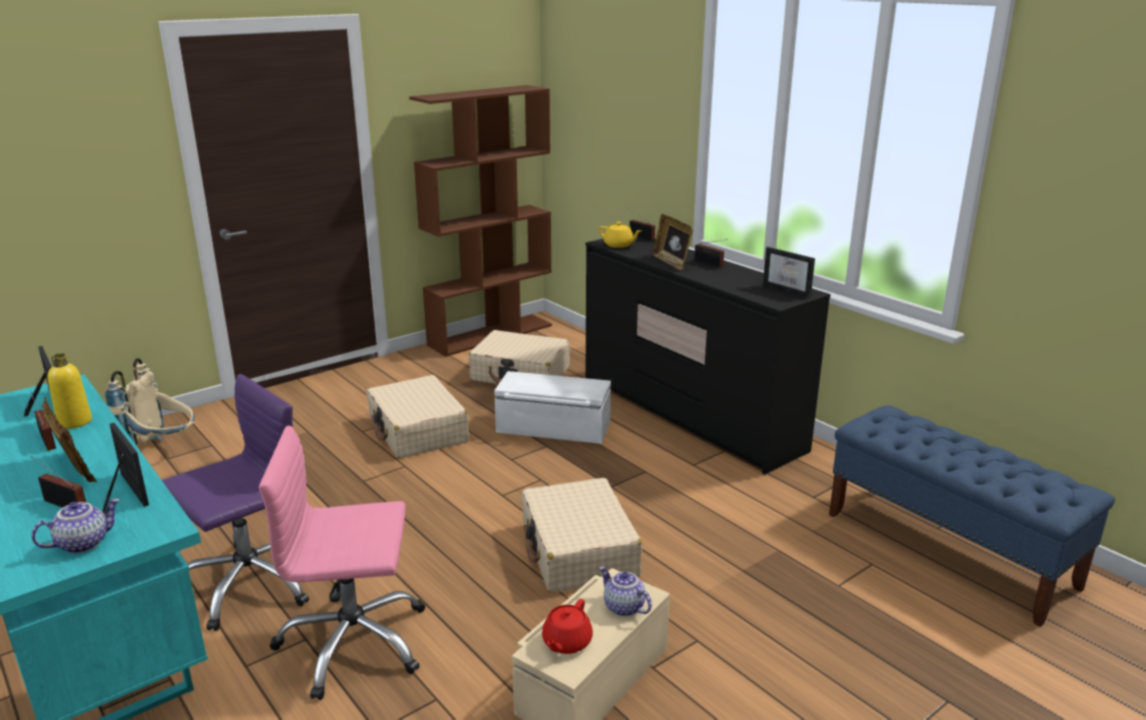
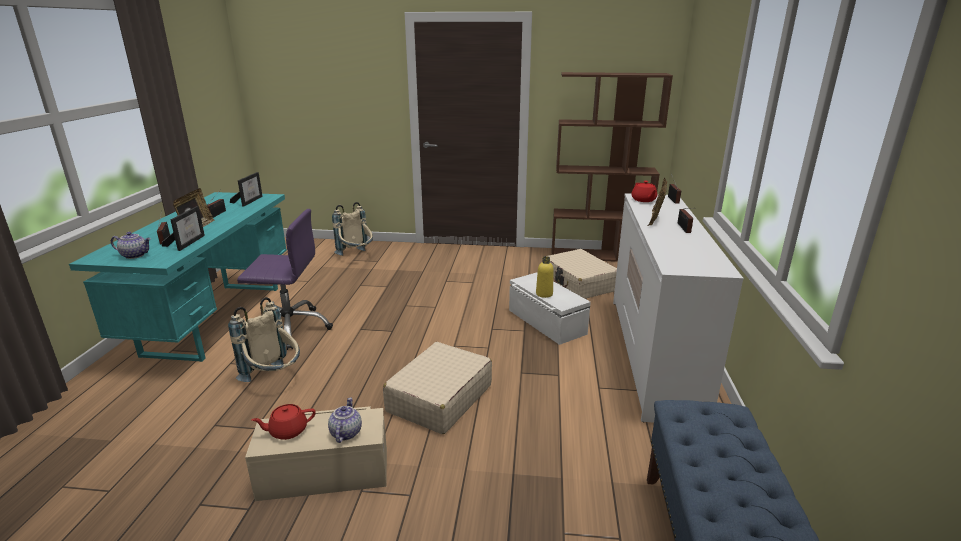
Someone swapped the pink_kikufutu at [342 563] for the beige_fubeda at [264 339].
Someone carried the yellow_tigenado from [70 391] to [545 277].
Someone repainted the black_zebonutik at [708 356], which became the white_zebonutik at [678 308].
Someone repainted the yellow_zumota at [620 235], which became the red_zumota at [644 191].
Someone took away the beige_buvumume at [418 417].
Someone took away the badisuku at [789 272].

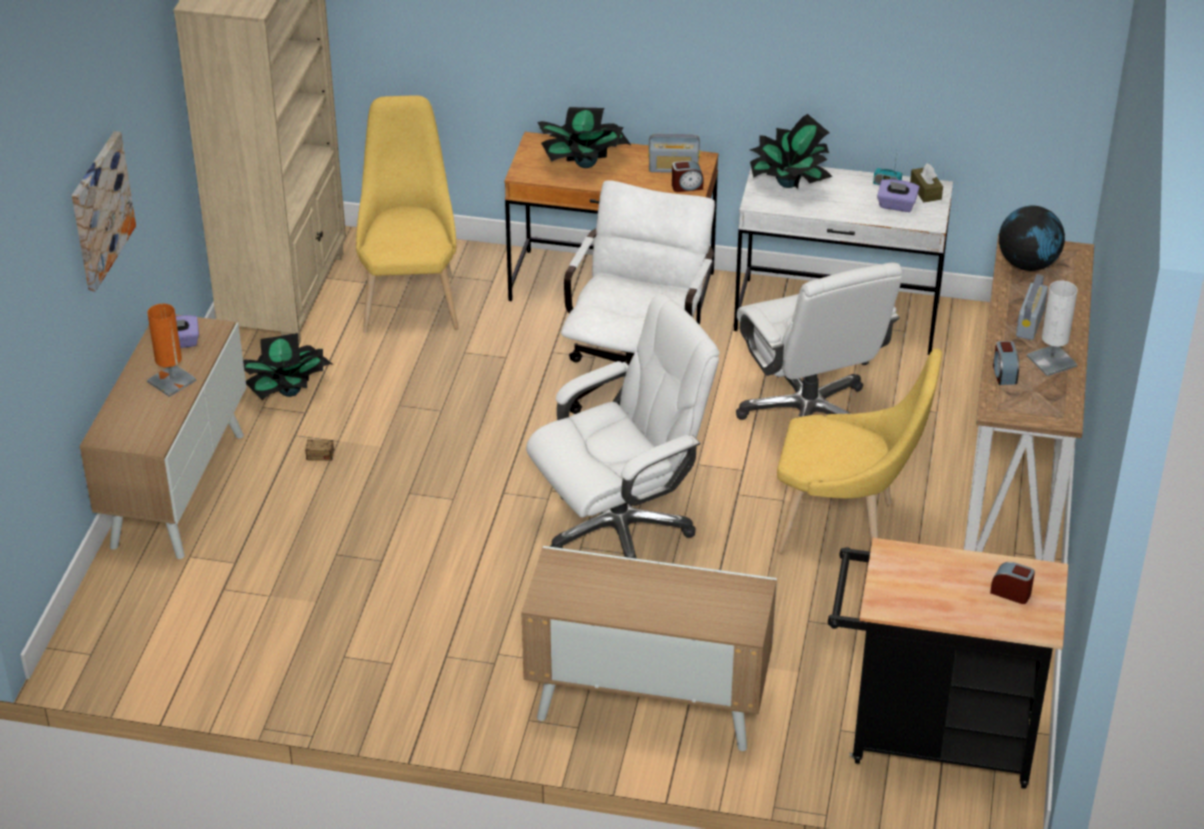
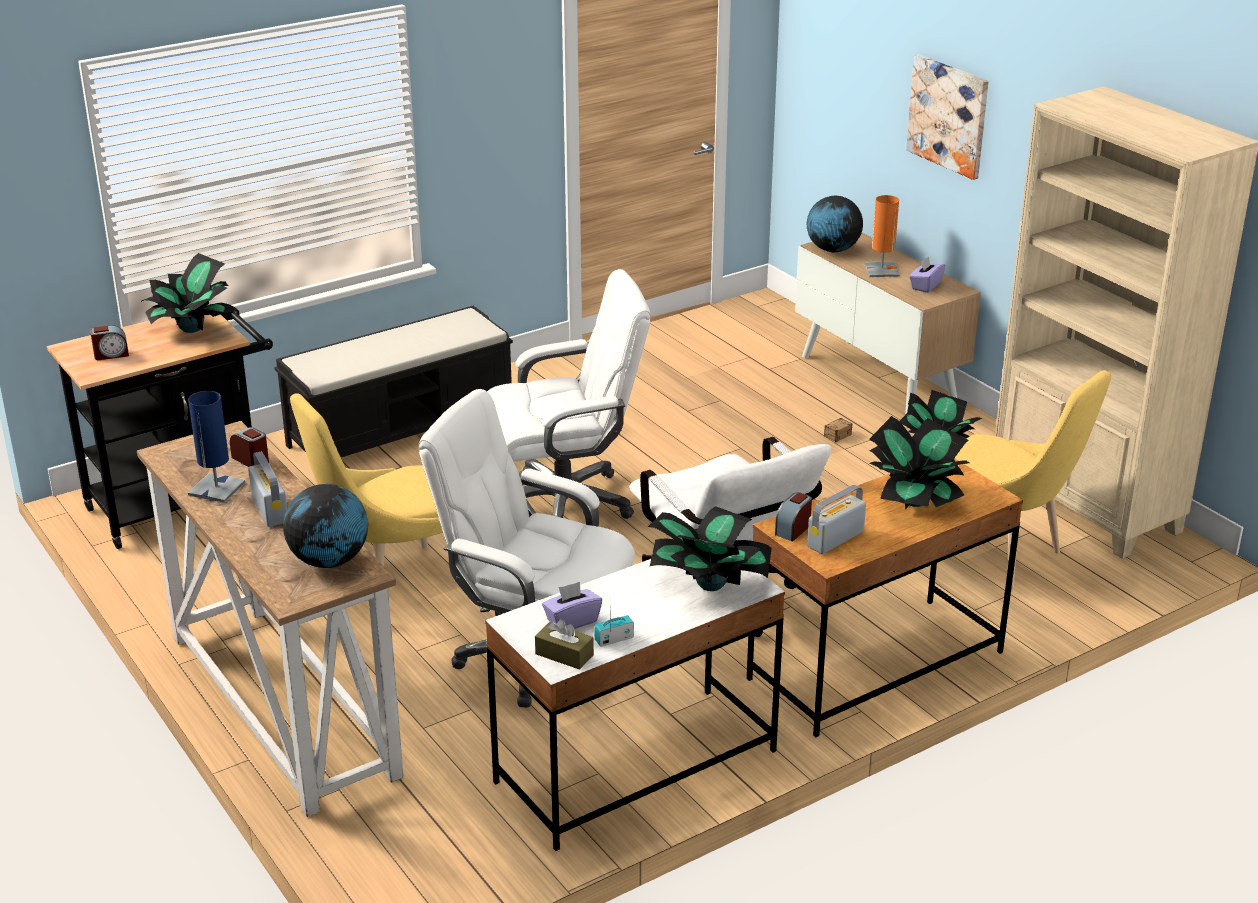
Someone put down the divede at [189 293].
Someone repainted the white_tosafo at [1052 328], which became the blue_tosafo at [216 447].
Someone swapped the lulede at [649 648] for the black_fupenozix at [393 381].
Someone rotated the white_kikufutu at [623 426] by 120 degrees counterclockwise.
Someone put down the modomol at [835 224].

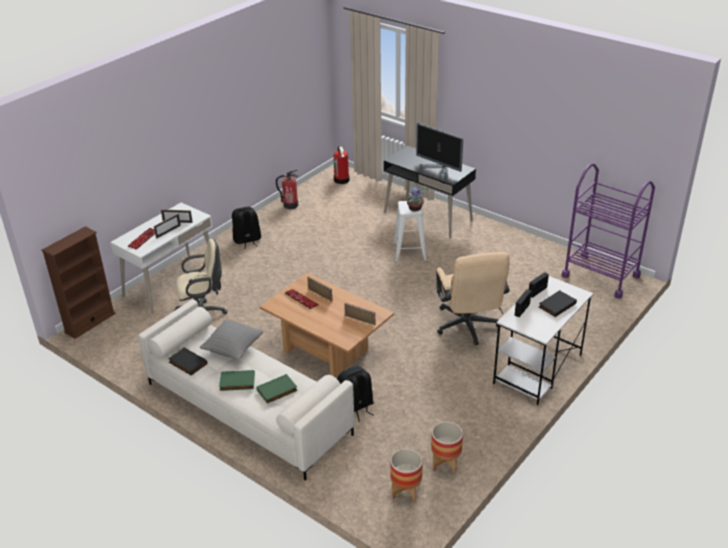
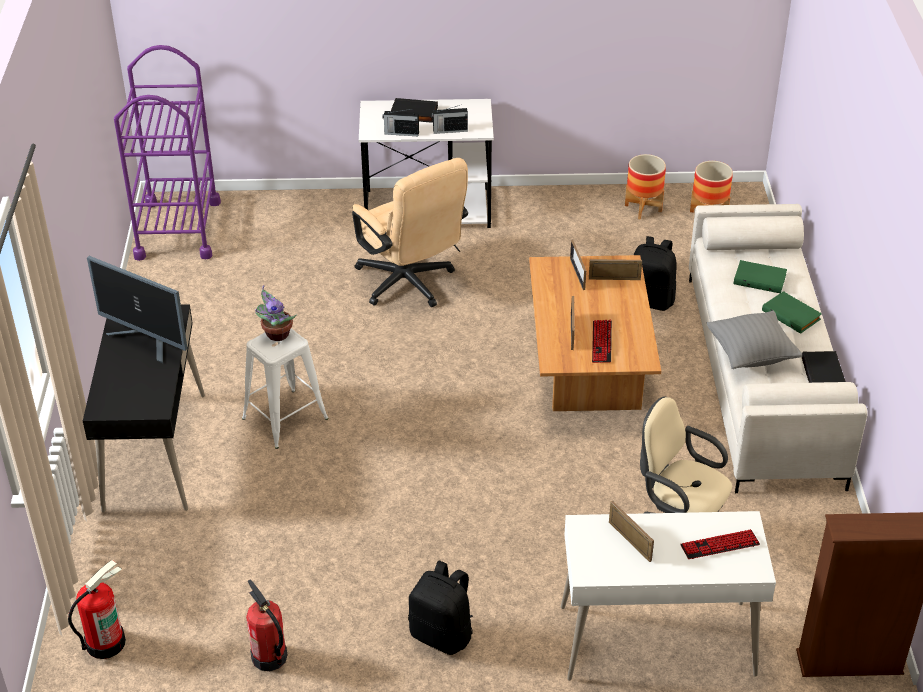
Someone rotated the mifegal at [439 150] by 120 degrees clockwise.
Someone rotated the beige_kikufutu at [473 298] by 105 degrees clockwise.
Someone carried the badisuku from [167 226] to [615 269].

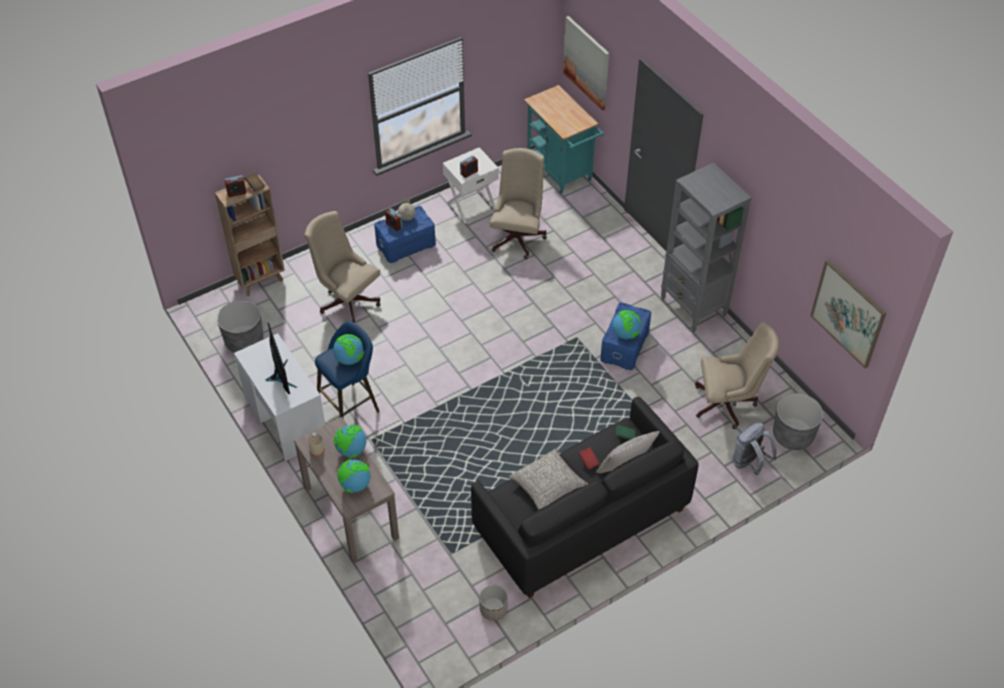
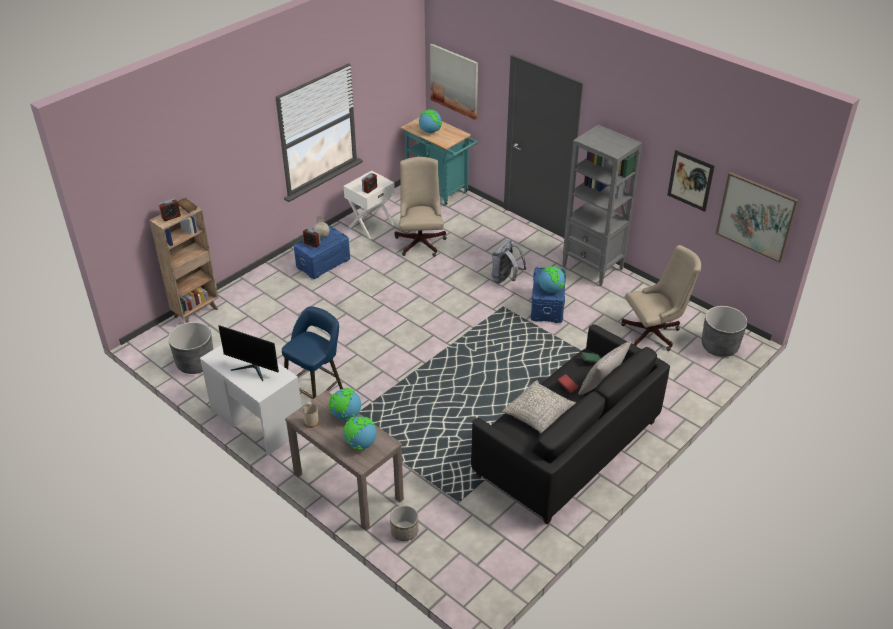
Someone rotated the mifegal at [281 358] by 150 degrees clockwise.
Someone carried the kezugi from [493 602] to [404 523].
Someone carried the modomol from [348 349] to [430 121].
Someone carried the grey_fubeda from [754 449] to [509 261].
Someone put up the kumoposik at [691 181].
Someone took away the beige_kikufutu at [342 267].

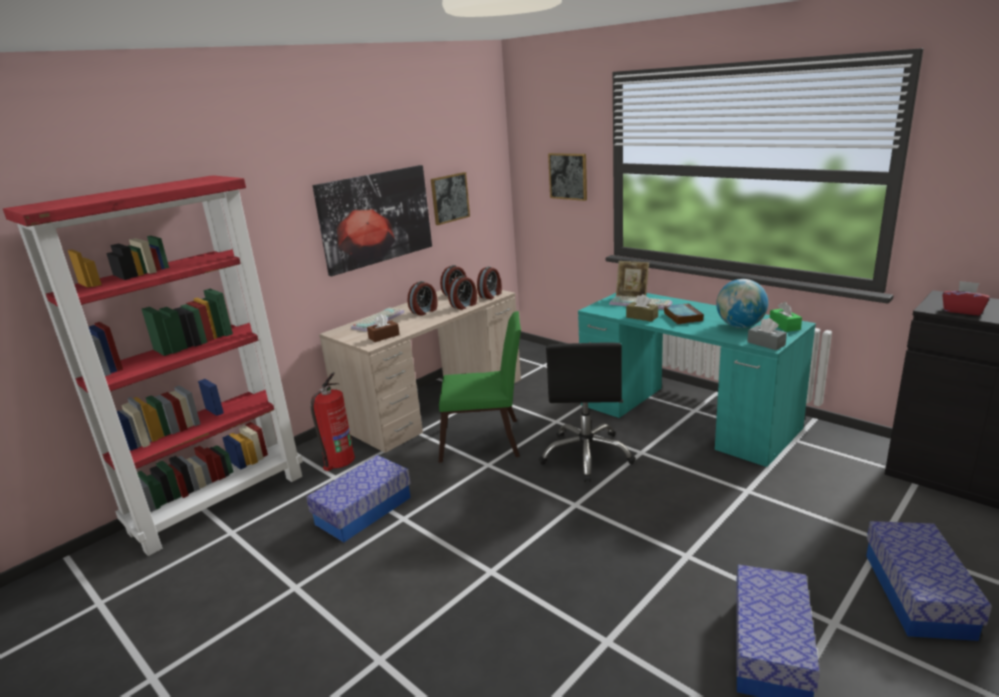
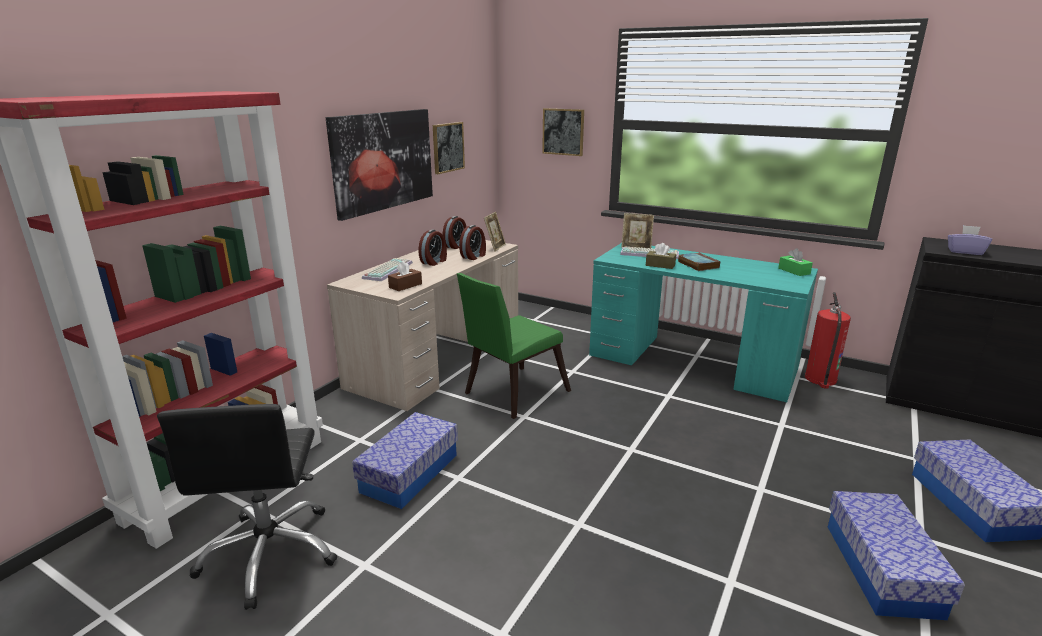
Someone carried the black_kikufutu from [587 412] to [247 507].
Someone rotated the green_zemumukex at [480 387] by 150 degrees clockwise.
Someone swapped the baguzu at [489 282] for the badisuku at [495 232].
Someone carried the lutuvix from [333 421] to [828 340].
Someone repainted the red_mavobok at [966 298], which became the purple_mavobok at [970 240].
Someone took away the modomol at [742 303].
Someone took away the grey_mavobok at [767 334].

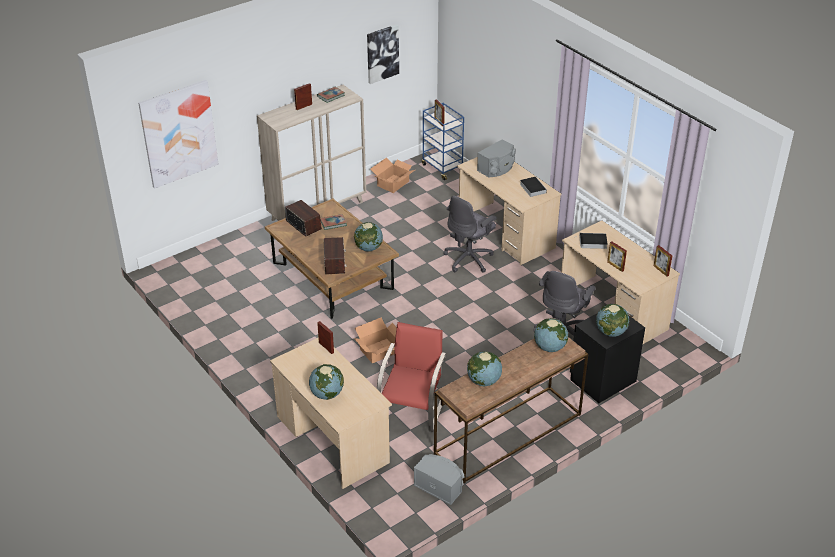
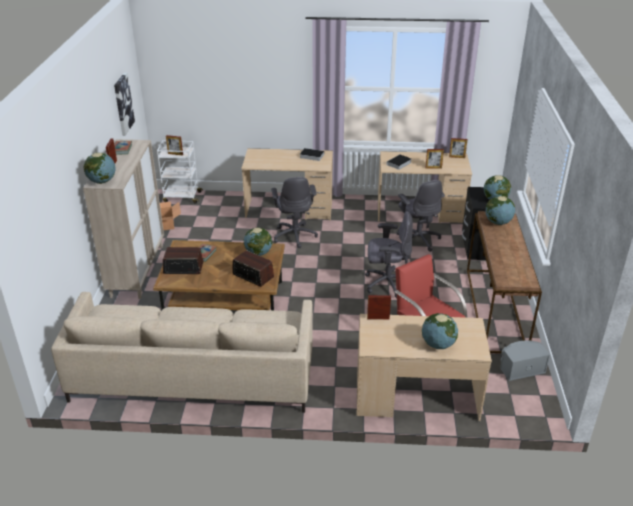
Someone put down the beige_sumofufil at [182 352].
Someone carried the modomol from [484 368] to [100 168].
Someone repainted the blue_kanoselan at [443 141], which became the white_kanoselan at [180 172].
Someone put down the grey_kikufutu at [389 254].
Someone took away the kumoposik at [178 134].
Someone took away the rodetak at [375 340].
Someone took away the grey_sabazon at [496 158].

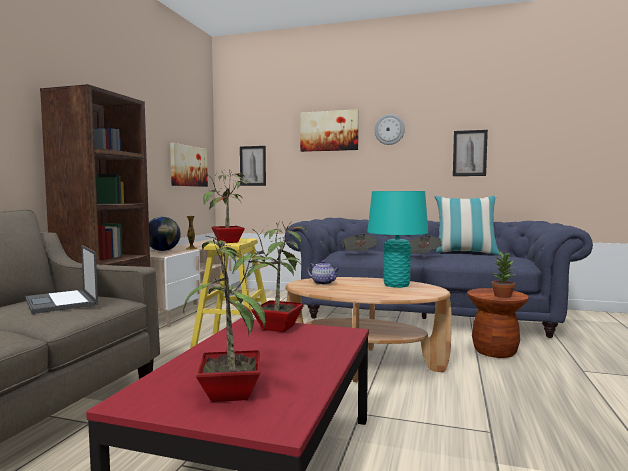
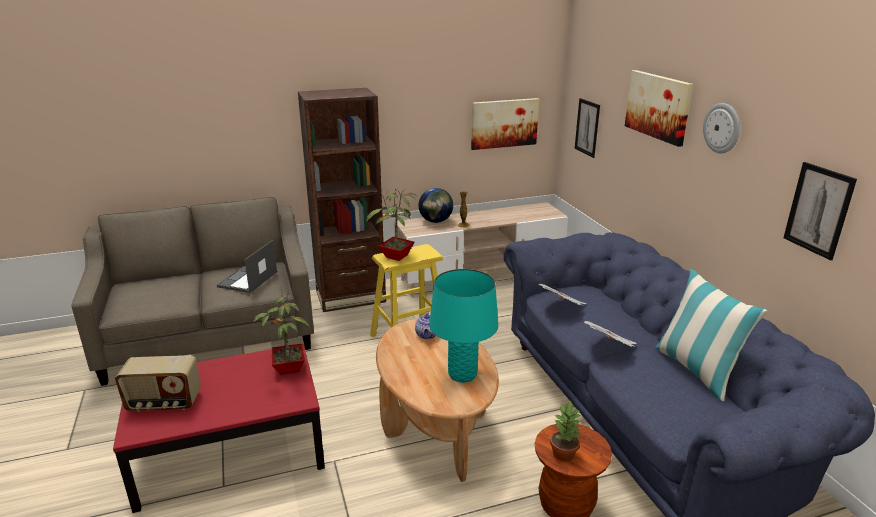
Someone swapped the divede at [231 318] for the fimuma at [158 383].

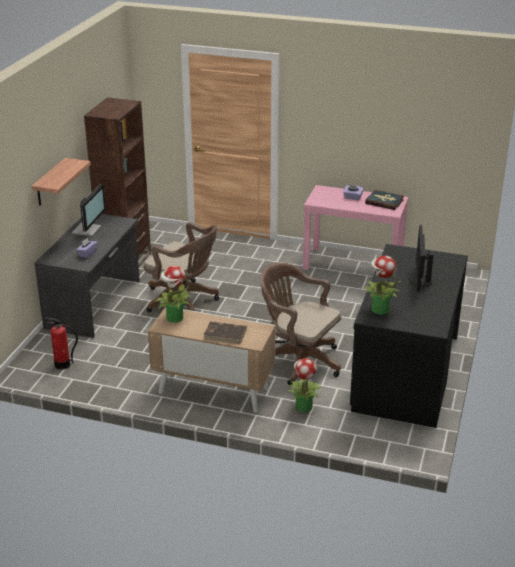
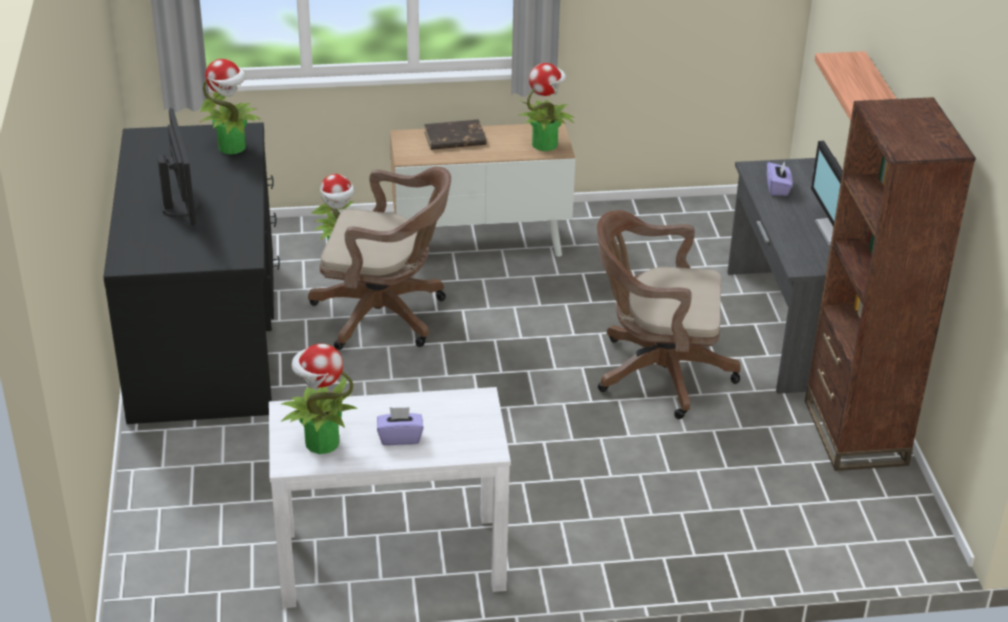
Someone repainted the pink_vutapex at [356 227], which became the white_vutapex at [390 497].
Someone swapped the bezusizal at [384 200] for the divede at [319 398].
Someone took away the lutuvix at [61 343].

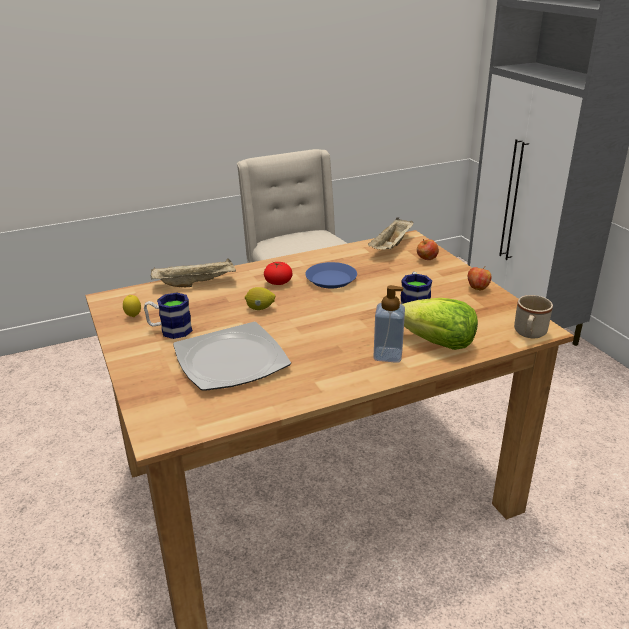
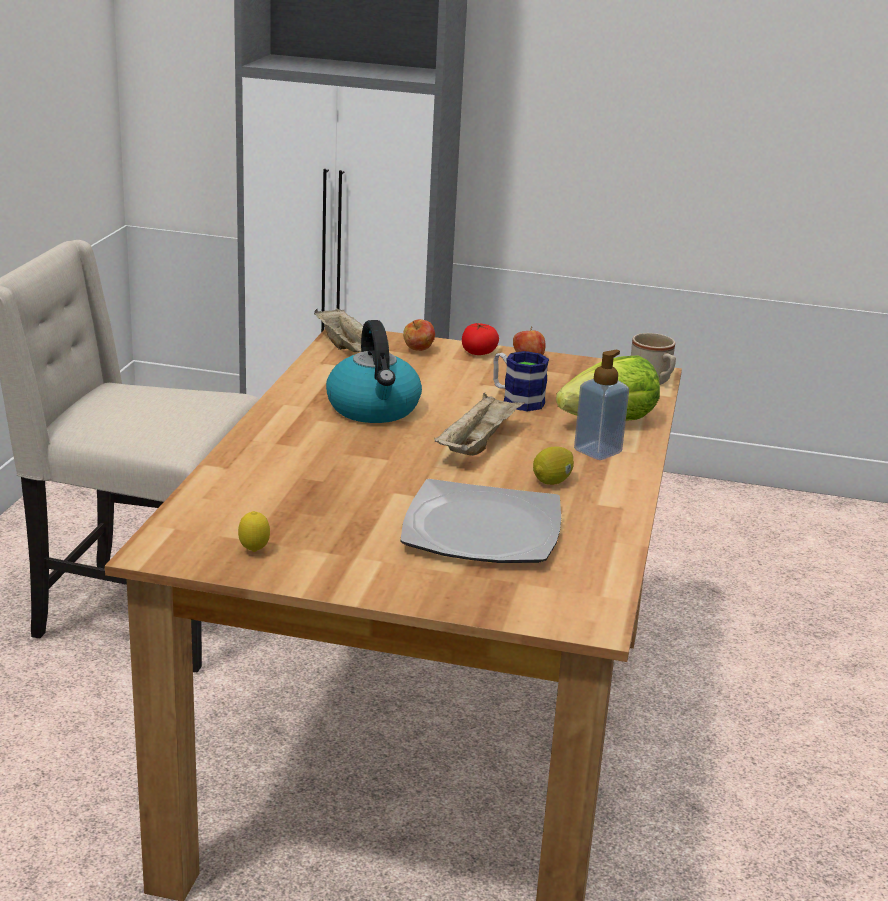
Someone swapped the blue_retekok at [331 275] for the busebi at [374 371].
Someone carried the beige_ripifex from [193 272] to [479 424].
Someone carried the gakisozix from [278 273] to [480 339].
Someone carried the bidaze from [260 298] to [553 465].
Someone took away the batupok at [168 315].

